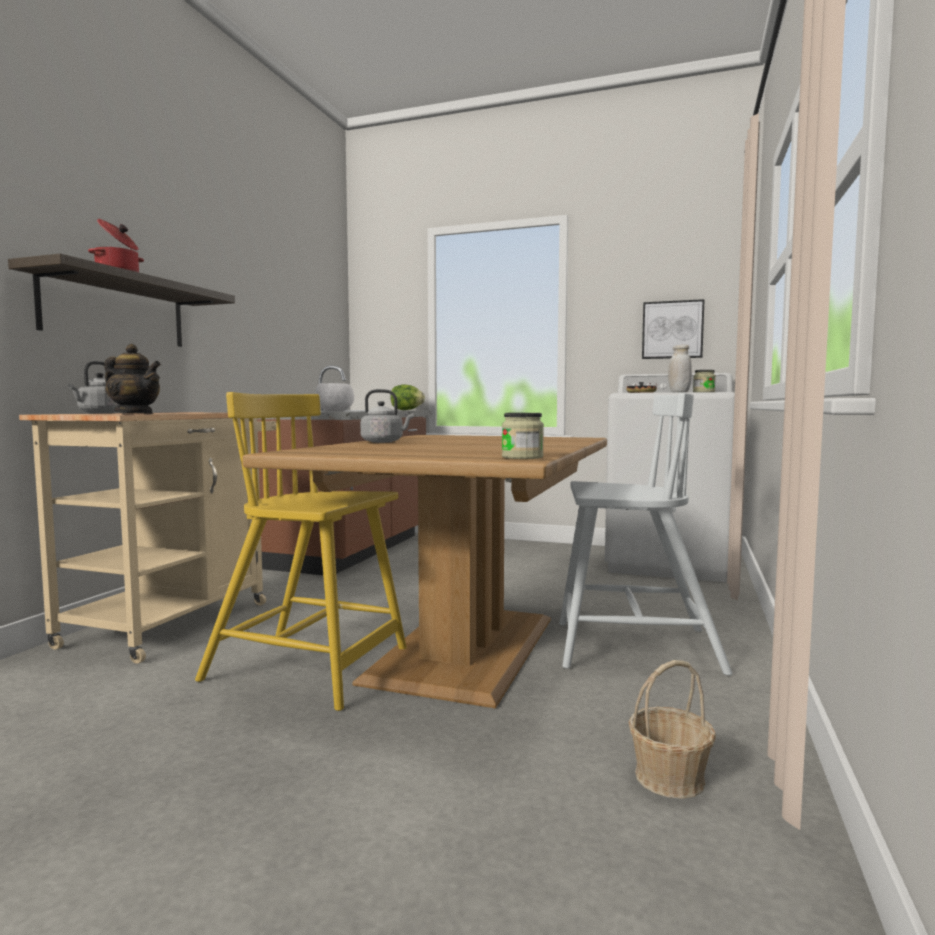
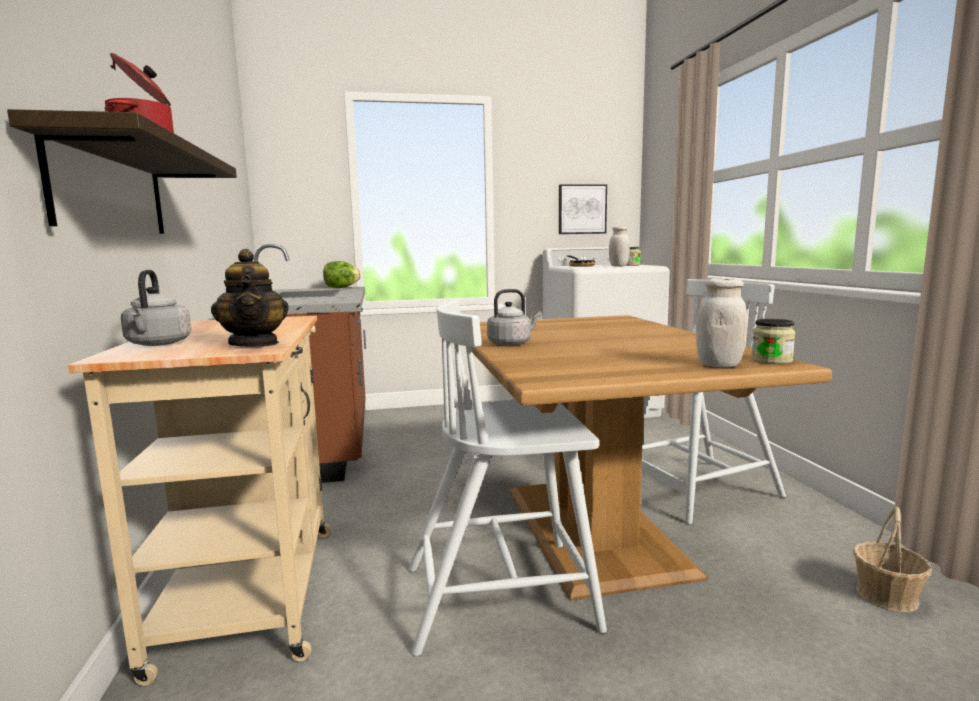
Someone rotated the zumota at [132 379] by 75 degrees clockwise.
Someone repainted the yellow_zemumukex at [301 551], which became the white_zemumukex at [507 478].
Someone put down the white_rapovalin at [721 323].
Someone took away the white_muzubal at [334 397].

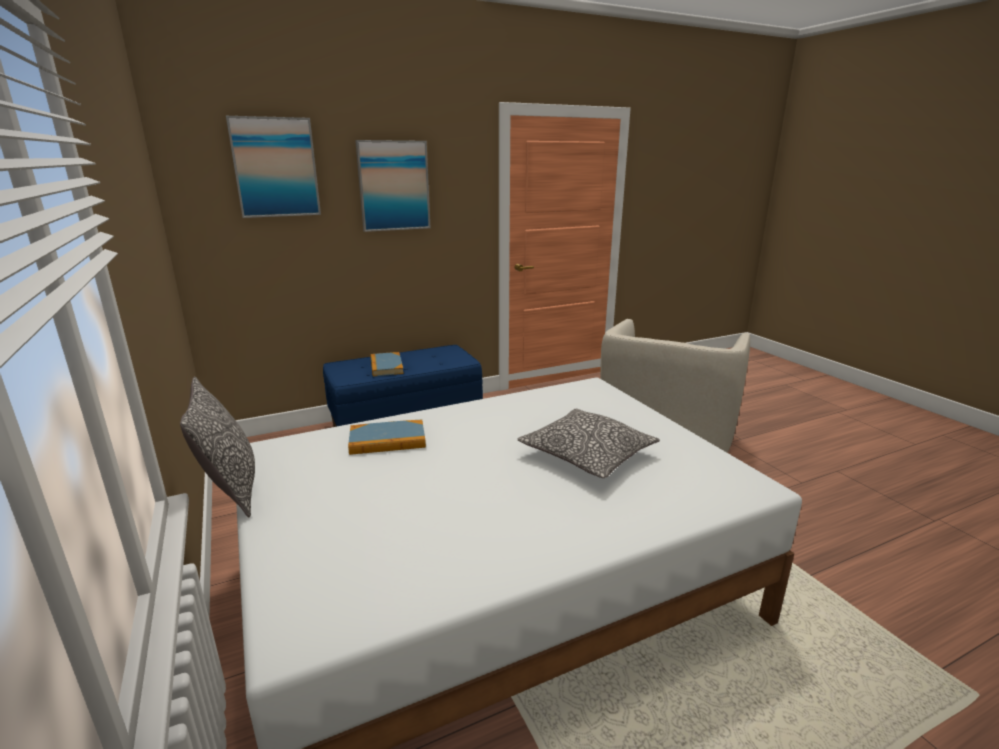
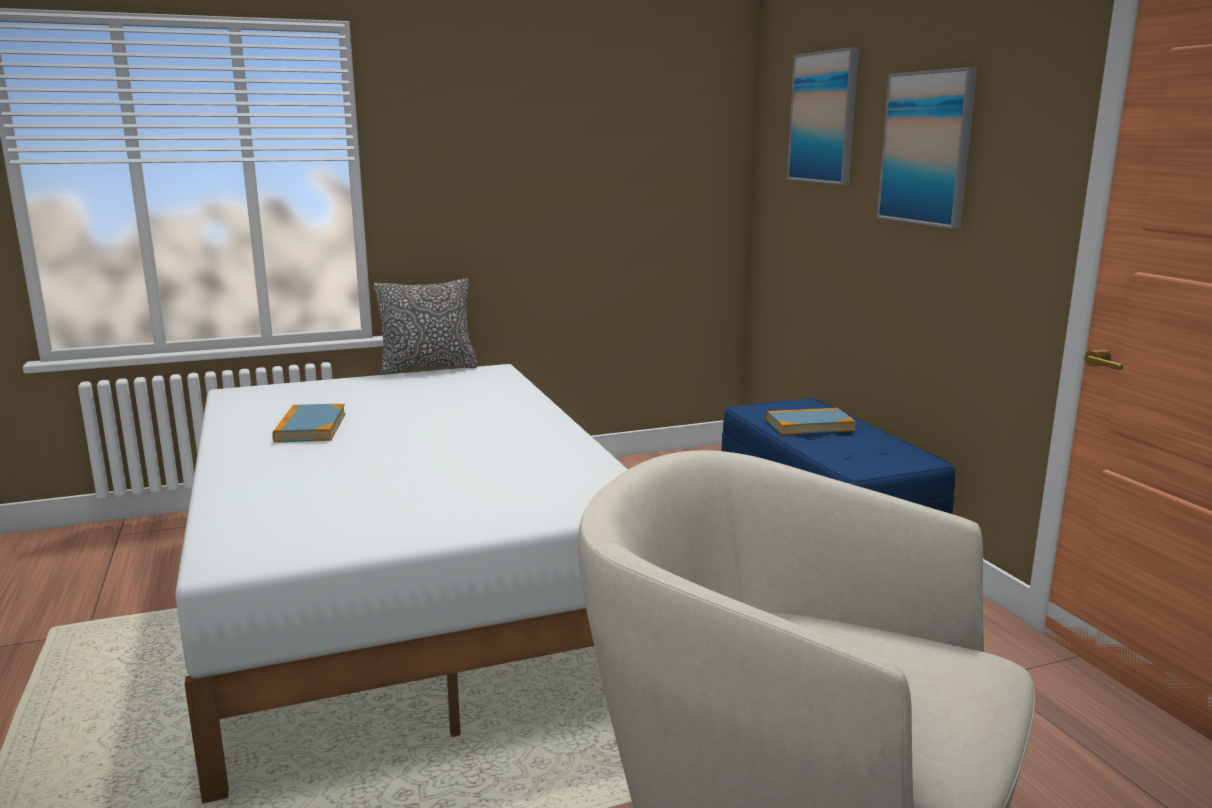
Someone carried the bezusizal from [387 437] to [309 423].
Someone took away the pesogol at [588 443].

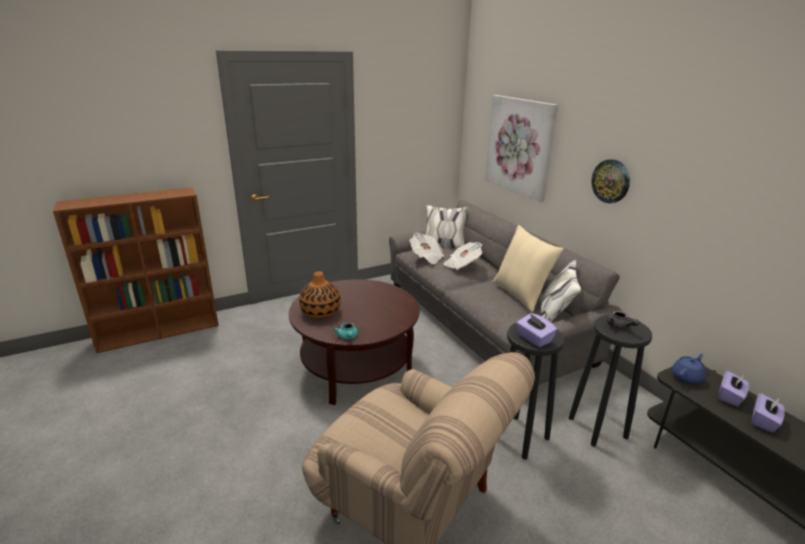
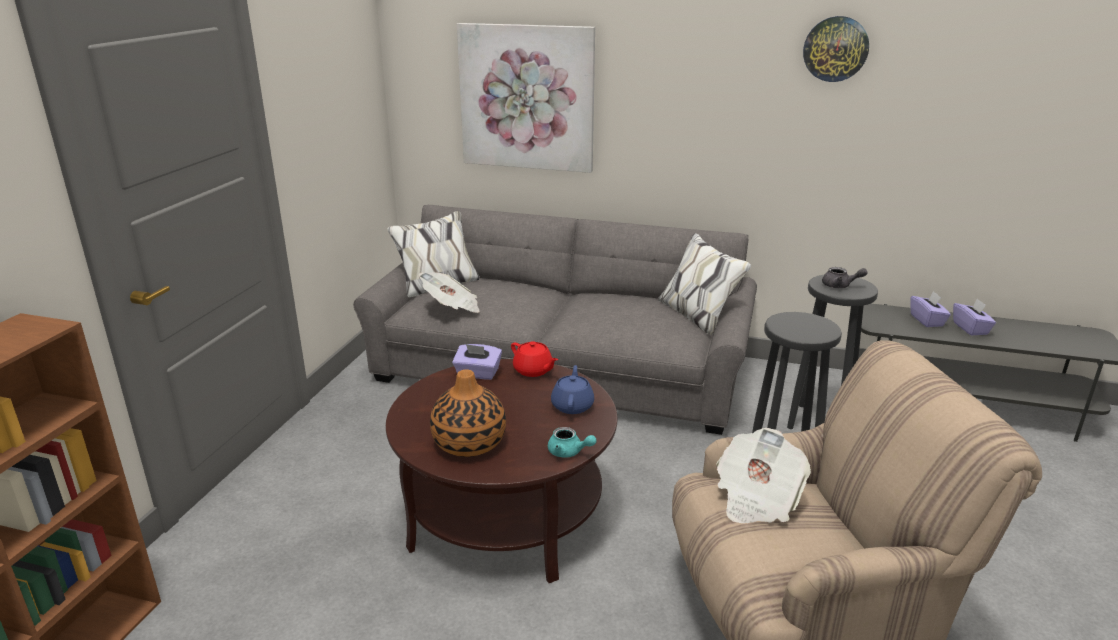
Someone carried the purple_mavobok from [536 330] to [477 362].
Someone put down the red_zumota at [534 359].
Someone carried the blue_zumota from [689 369] to [572 389].
Someone carried the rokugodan from [462 256] to [763 475].
Someone carried the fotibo from [610 181] to [836 49].
Someone took away the beige_pesogol at [527 269].

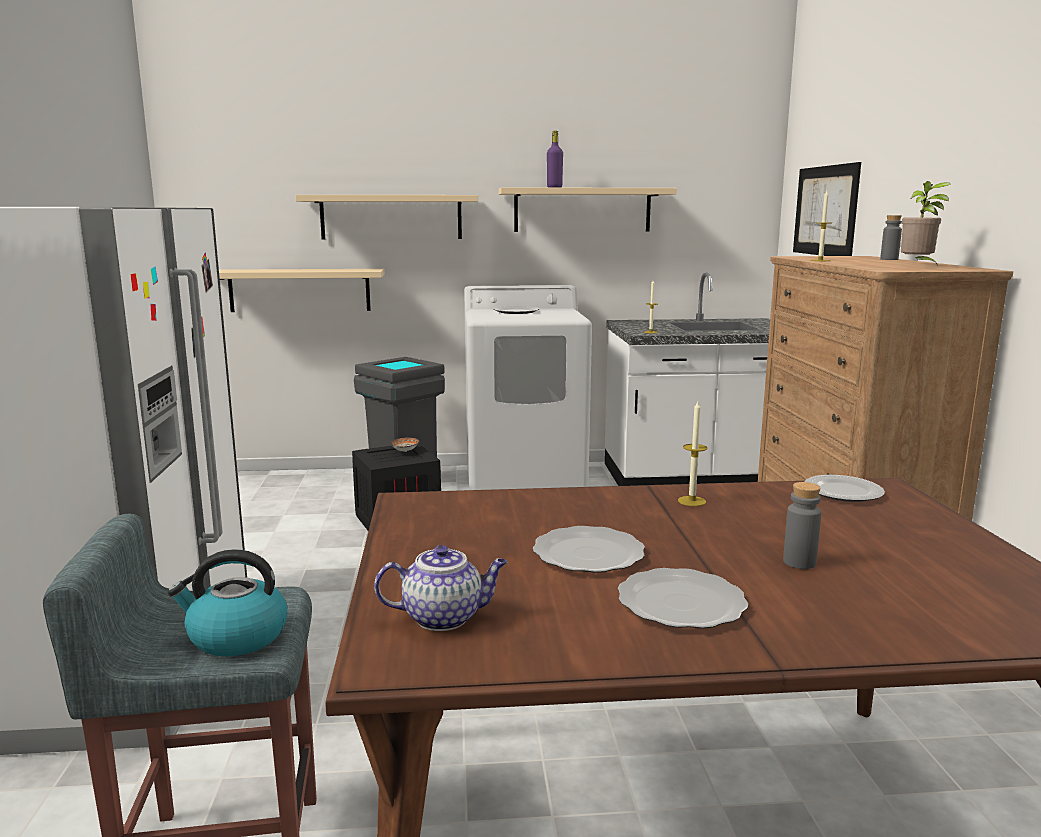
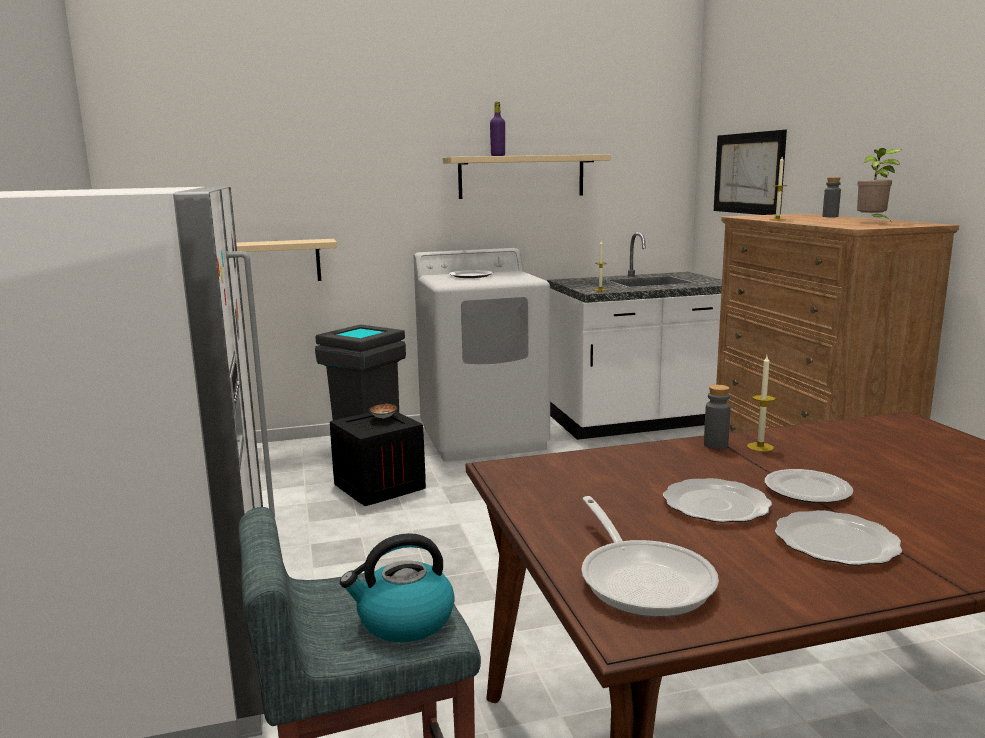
Someone swapped the zumota at [441 588] for the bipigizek at [650 556].
Someone carried the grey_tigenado from [802 525] to [717 417].
Someone carried the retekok from [845 488] to [809 486].
Someone took away the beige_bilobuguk at [386 217].

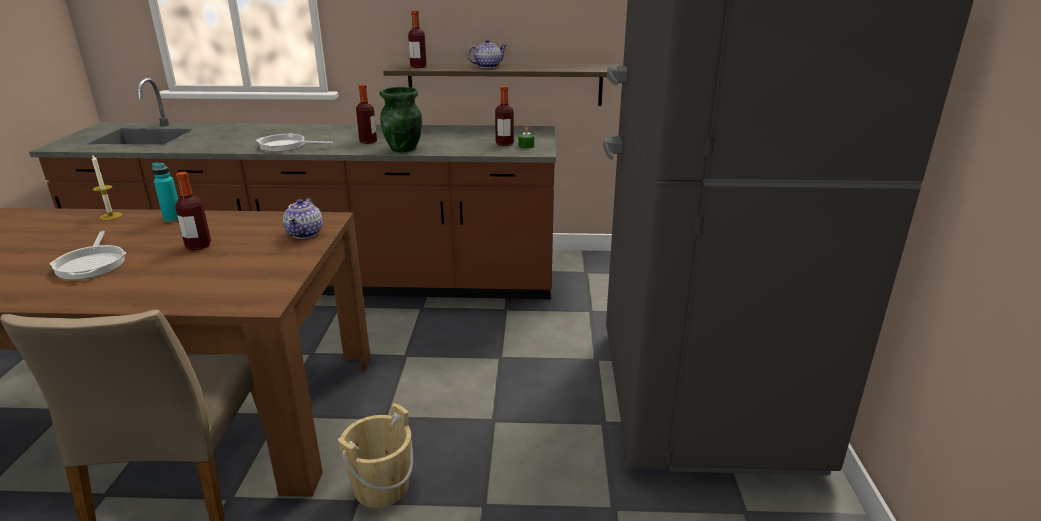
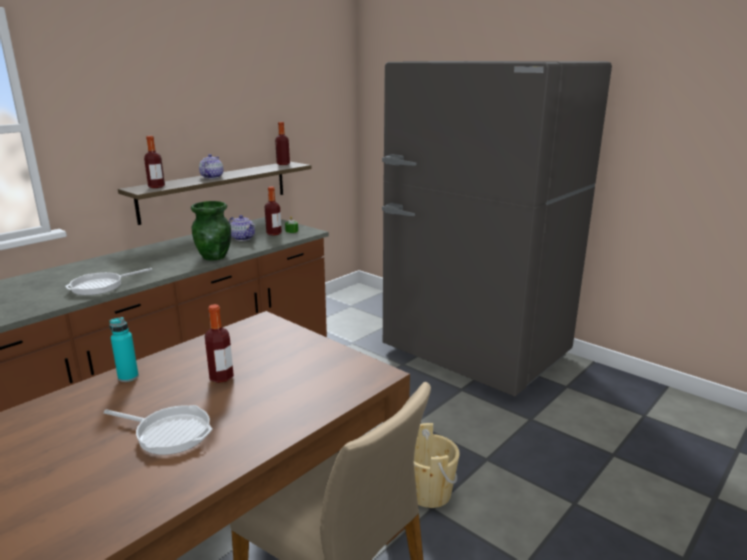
Someone carried the zumota from [303 218] to [242 228].
Someone carried the tigenado from [366 114] to [282 143].
Someone took away the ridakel at [107 187].

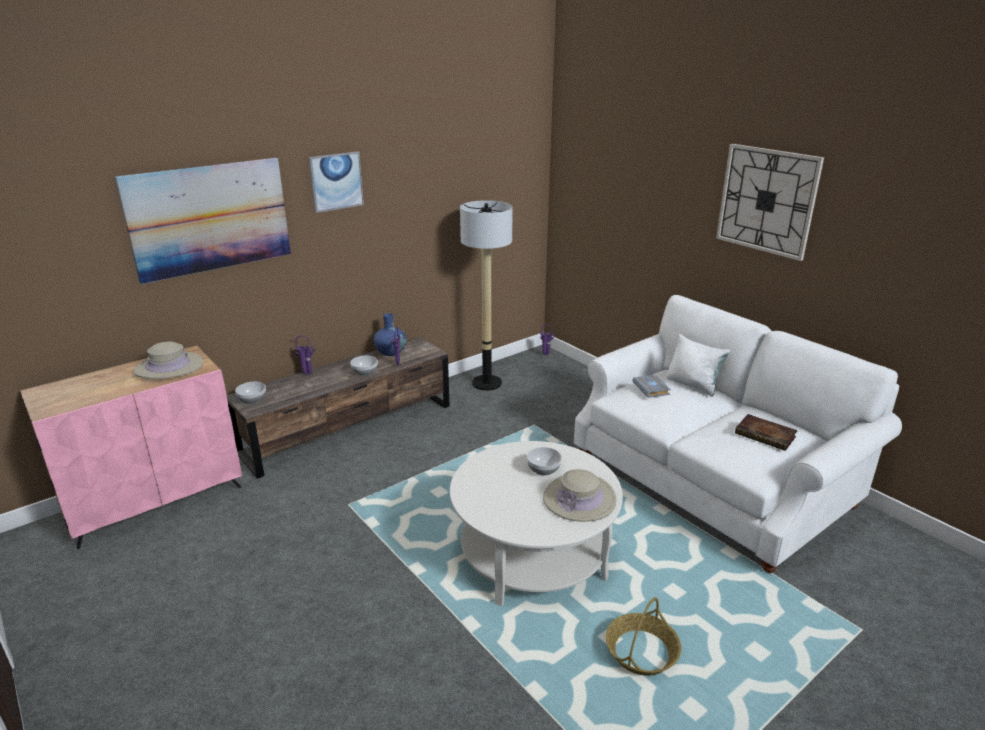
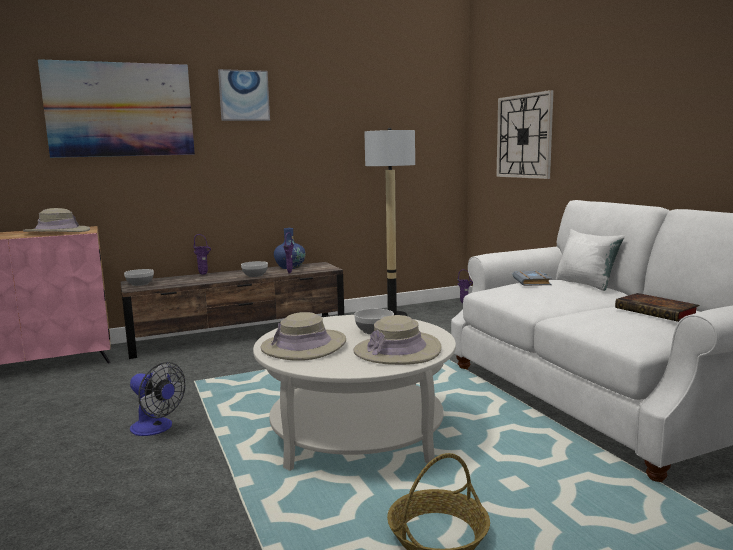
Someone put down the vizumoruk at [157 399].
Someone put down the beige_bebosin at [303 336].
Someone carried the fotibo from [770 202] to [525 134].

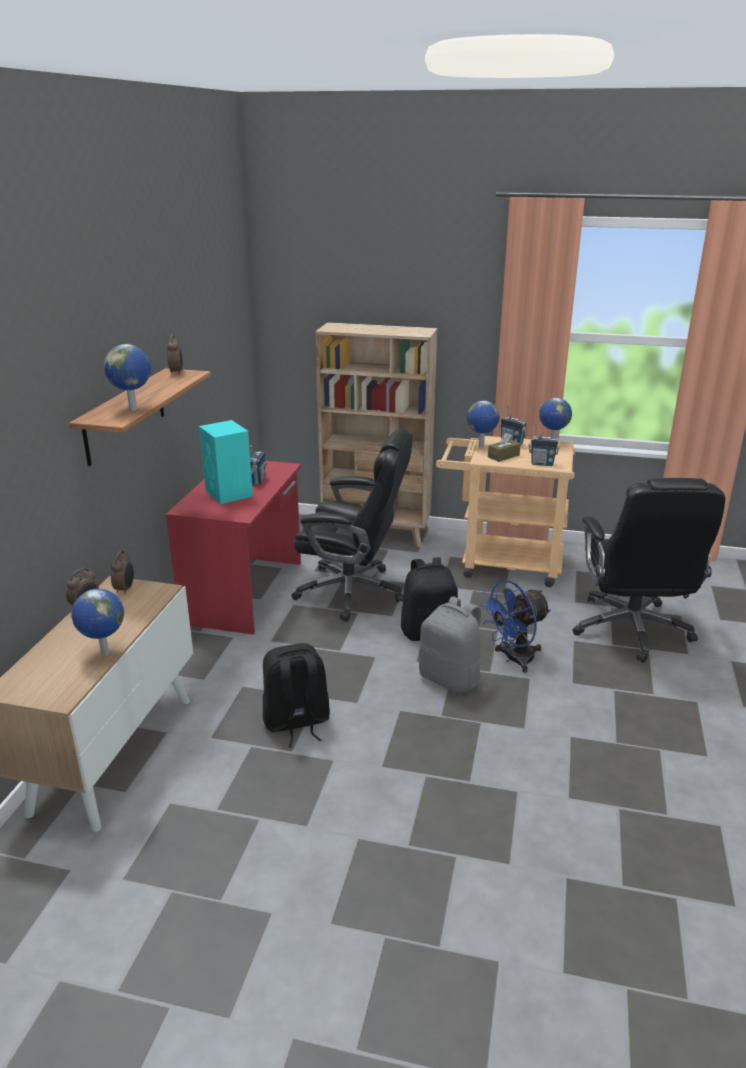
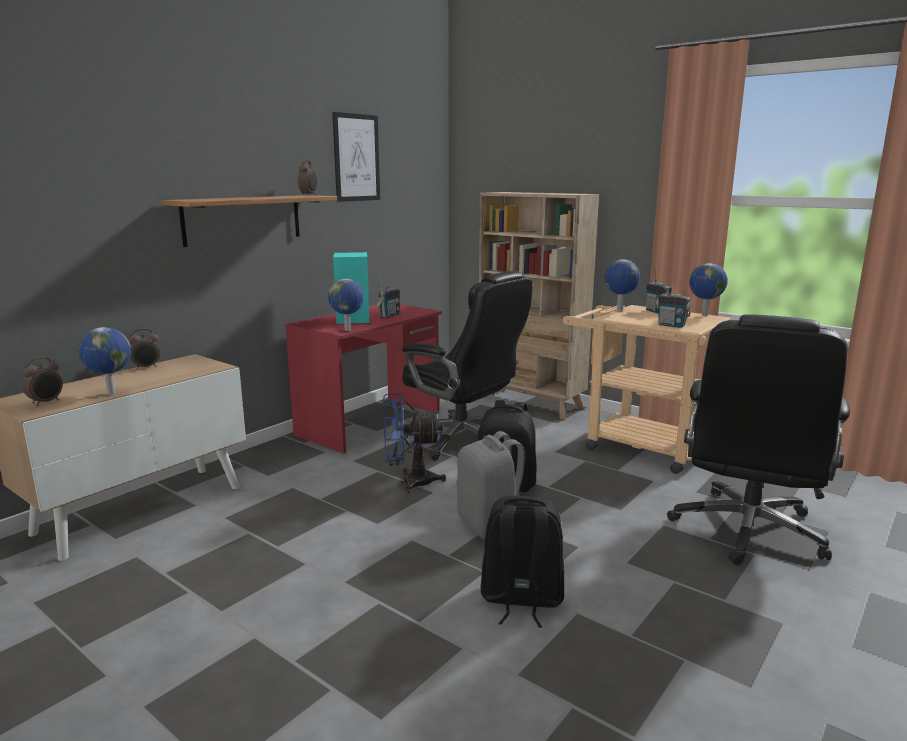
Someone carried the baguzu from [122 572] to [42 381].
Someone carried the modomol from [127 377] to [346 305].
Someone put up the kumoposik at [356 157].
Someone carried the blue_vizumoruk from [515 626] to [414 443].
Someone carried the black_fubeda from [296 695] to [522 562].
Someone took away the brown_mavobok at [504 447].

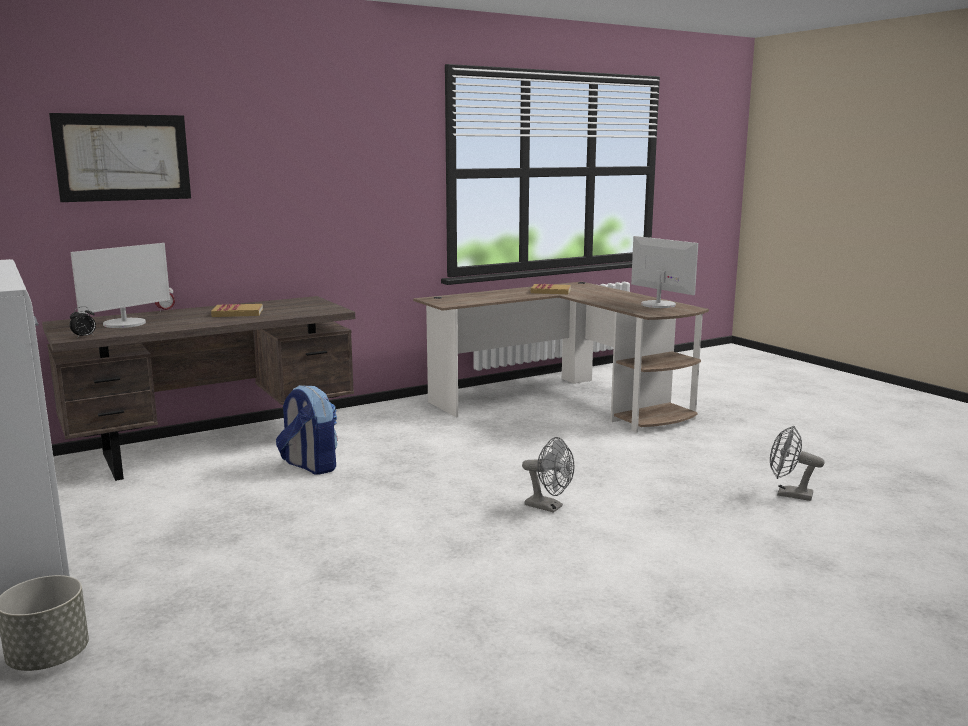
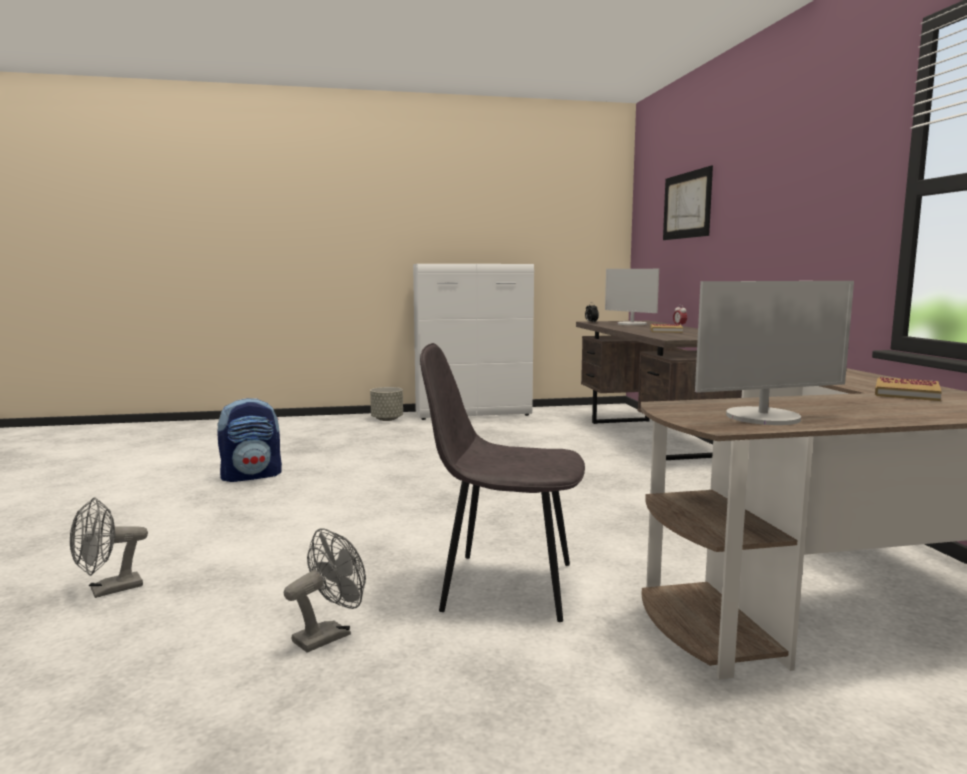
Someone carried the grey_vizumoruk from [548 475] to [109 547].
Someone carried the fubeda from [307 430] to [249 440].
Someone put down the grey_zemumukex at [502 482].

